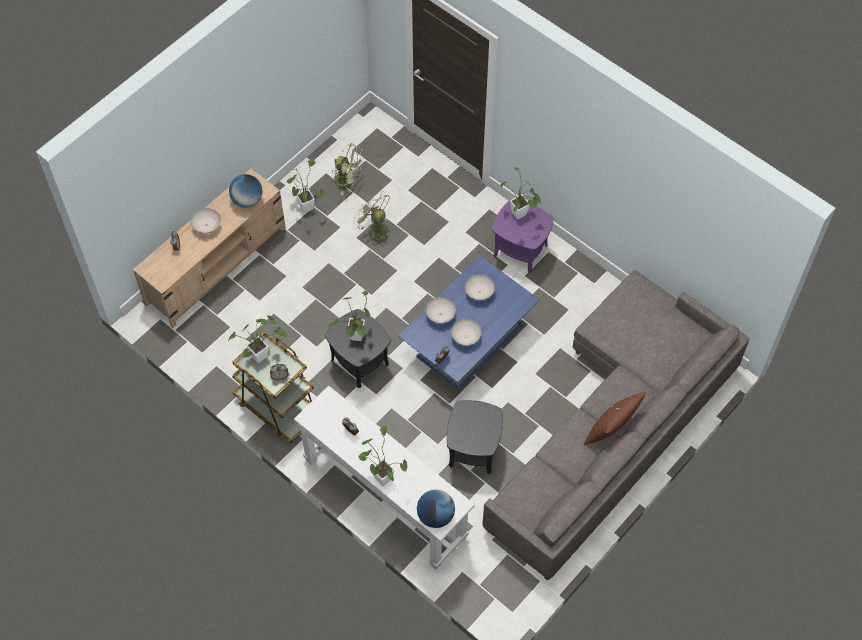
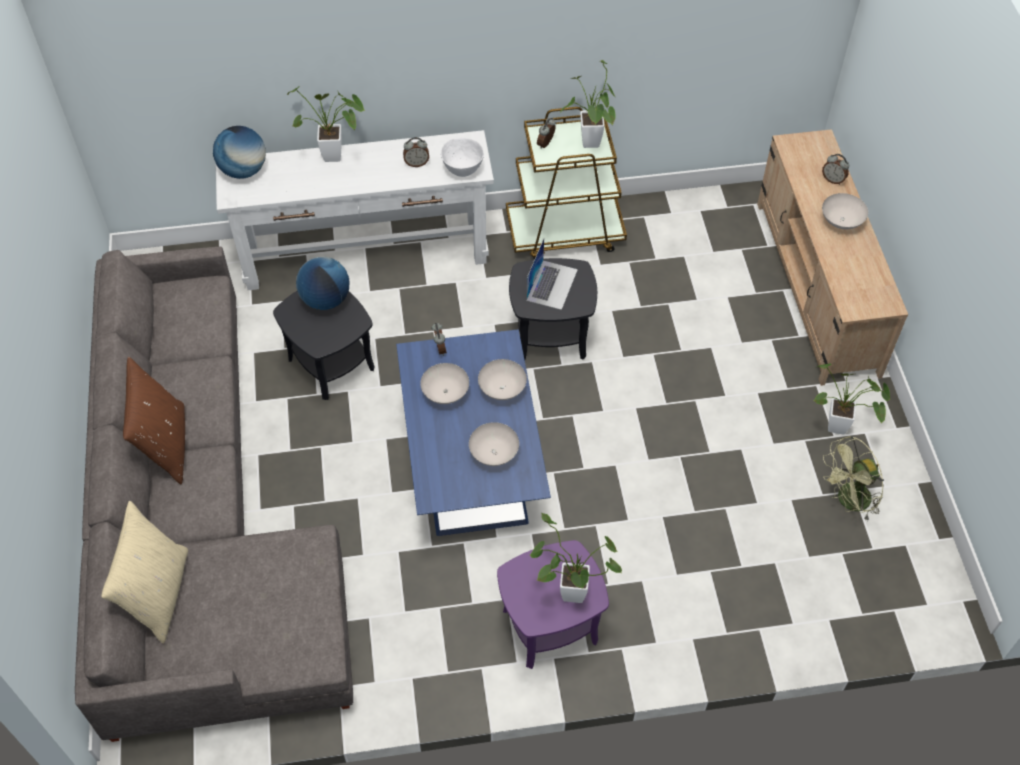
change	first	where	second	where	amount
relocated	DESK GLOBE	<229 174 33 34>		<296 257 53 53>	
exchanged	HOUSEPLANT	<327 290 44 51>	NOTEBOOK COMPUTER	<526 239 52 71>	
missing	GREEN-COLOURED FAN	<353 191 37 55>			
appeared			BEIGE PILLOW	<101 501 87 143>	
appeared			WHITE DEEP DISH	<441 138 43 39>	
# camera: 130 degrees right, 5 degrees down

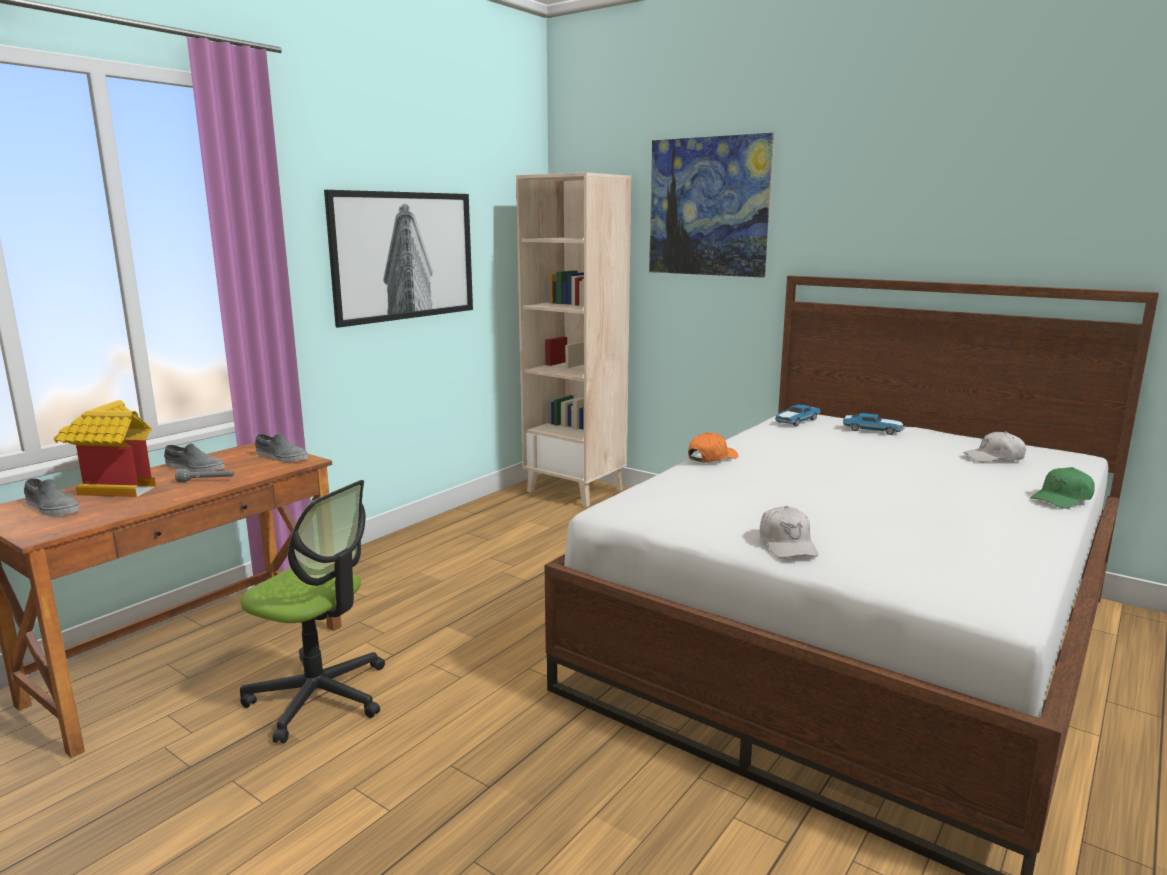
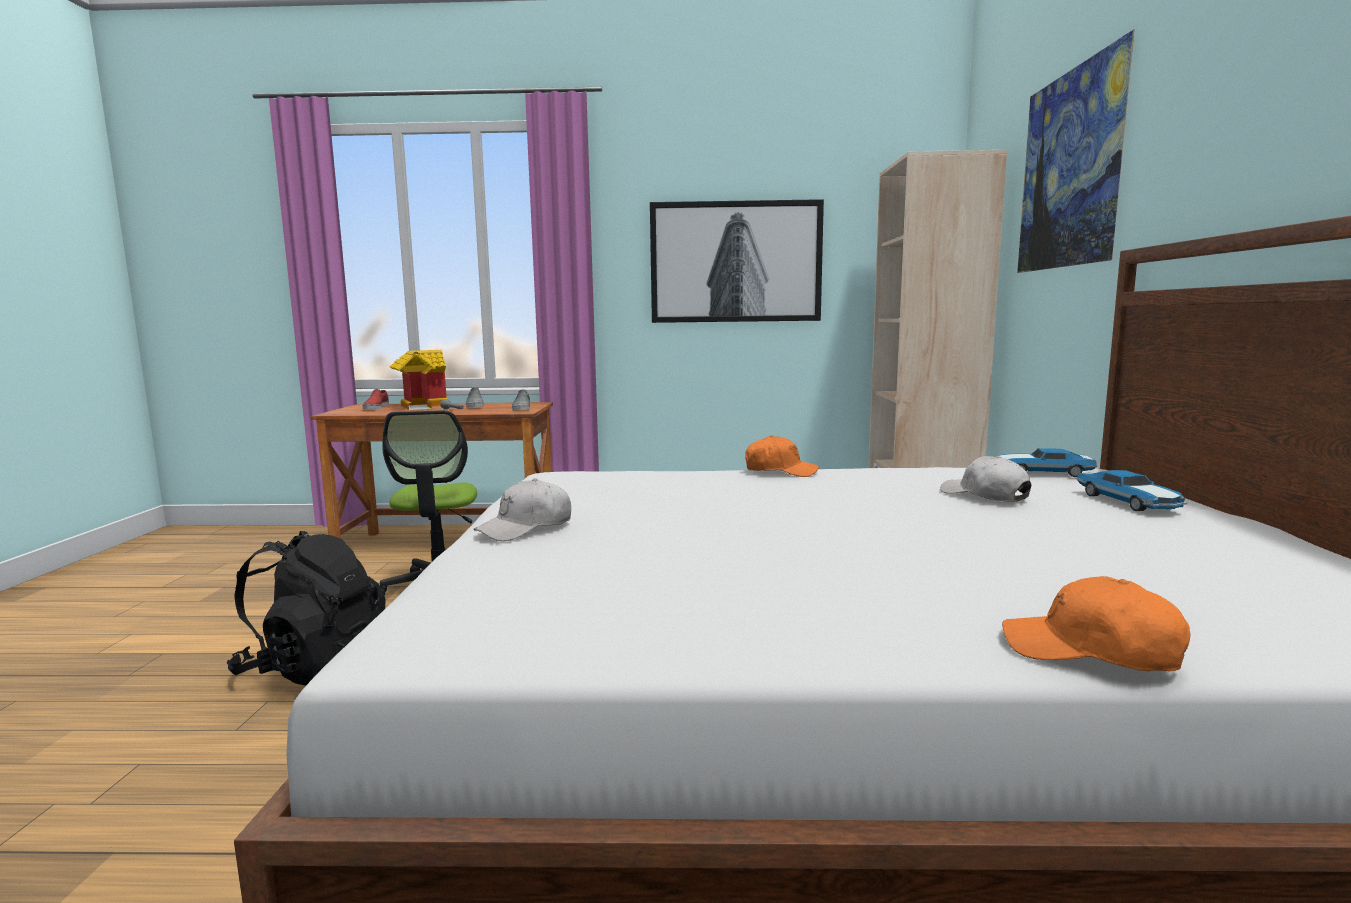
change	first	where	second	where	amount
colour	GREY LOW SHOE	<24 478 56 38>	RED-COLOURED LOW SHOE	<363 389 26 20>	
relocated	WHITE PEAKED CAP	<963 431 63 31>		<940 456 91 46>	
colour	GREEN-COLOURED PEAKED CAP	<1030 467 65 42>	ORANGEY PEAKED CAP	<1002 576 188 95>	
appeared			BLACK-COLOURED RUCKSACK	<227 531 159 155>	
# camera: 55 degrees right, 5 degrees down

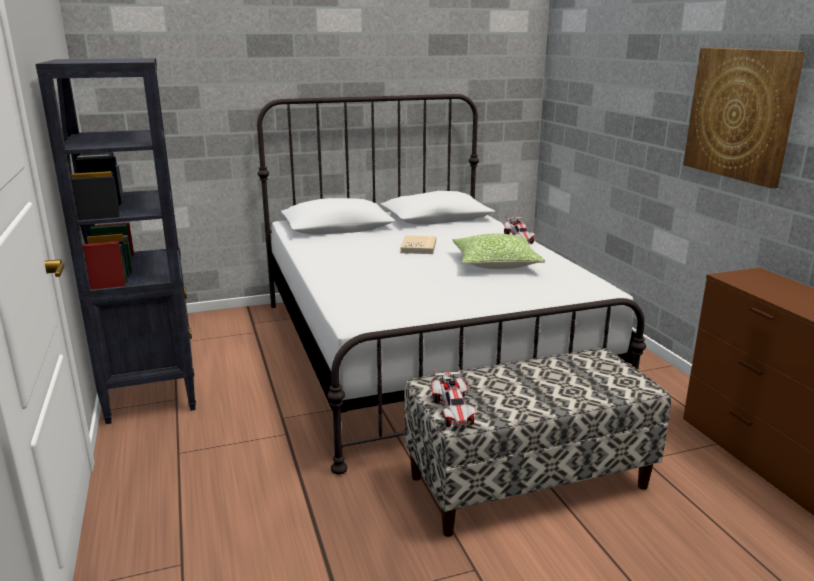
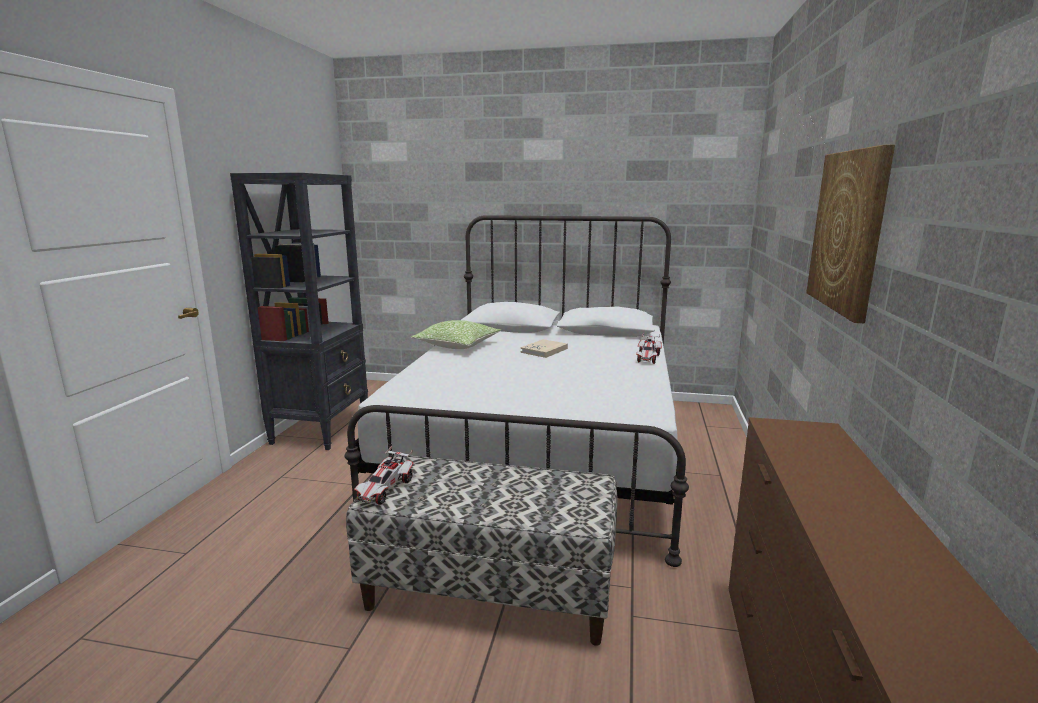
change	first	where	second	where	amount
relocated	PILLOW	<452 233 93 36>		<410 320 91 29>	
# camera: 30 degrees right, 5 degrees down

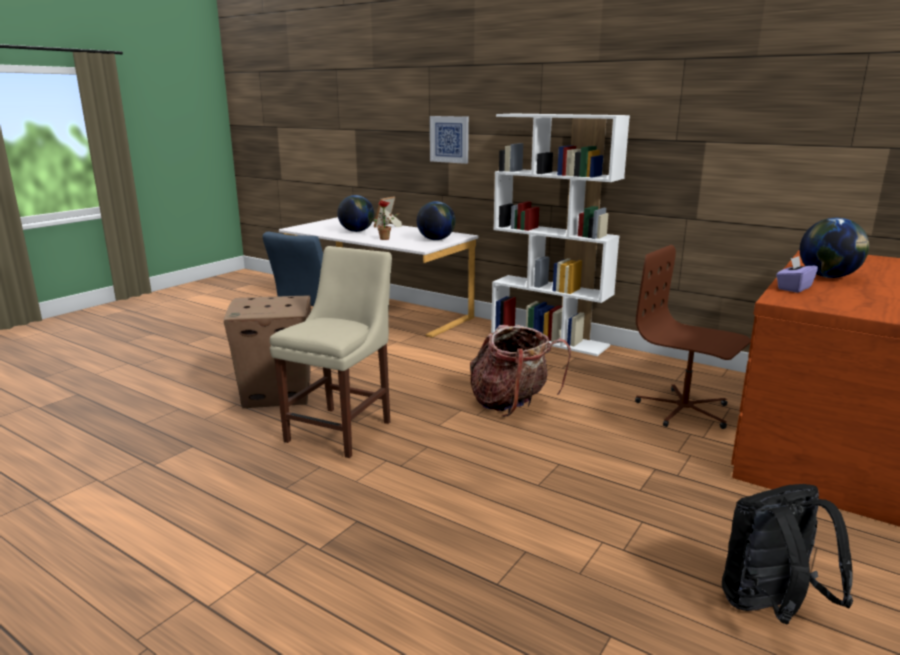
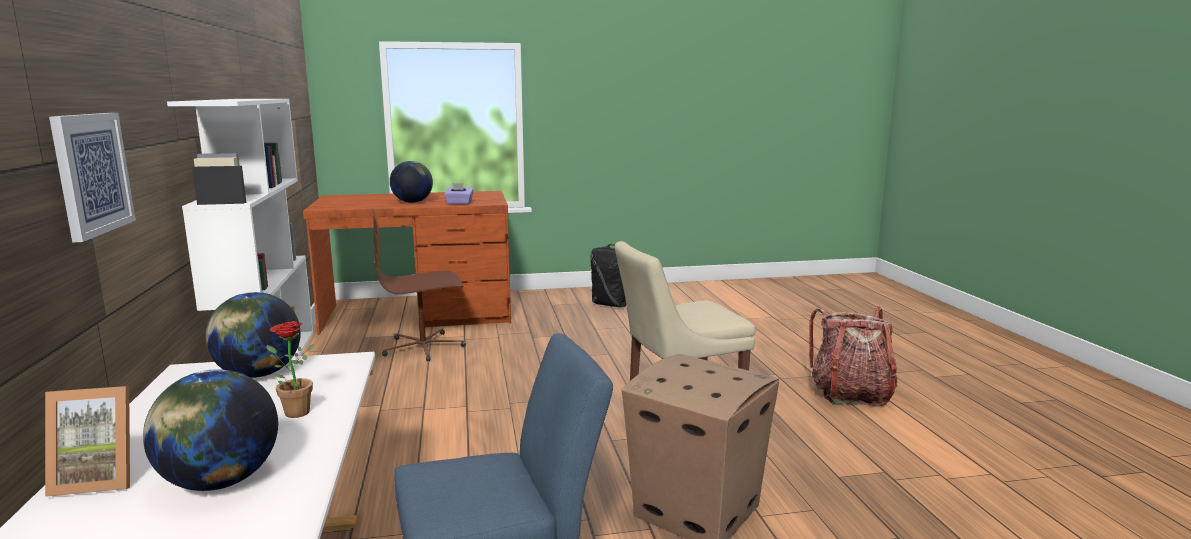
change	first	where	second	where	amount
relocated	RUCKSACK	<470 325 101 92>		<809 306 89 101>	
spun	BROWN-COLOURED OFFICE CHAIR	<635 245 116 184>		<372 209 94 152>	75 degrees clockwise
# camera: 135 degrees left, 5 degrees down

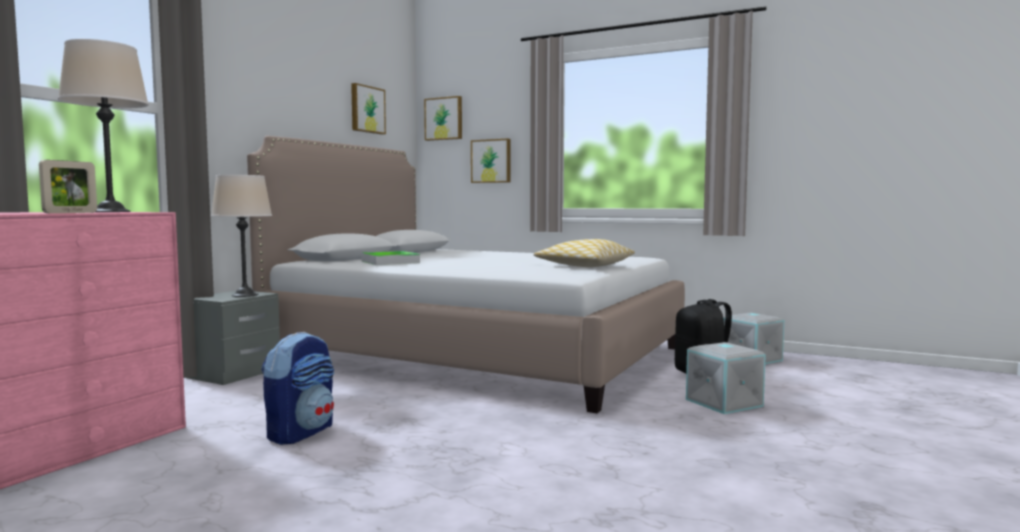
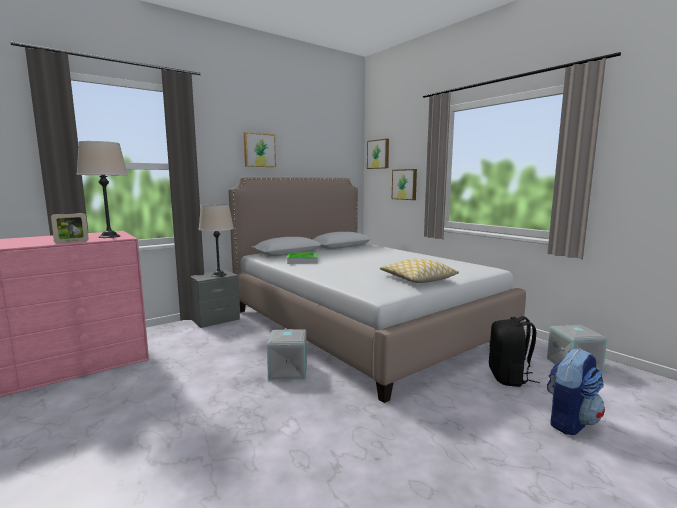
change	first	where	second	where	amount
relocated	RUCKSACK	<261 332 73 113>		<547 348 58 87>	
relocated	WALL ART	<351 83 35 51>		<244 132 32 35>	
relocated	GREY STORAGE BOX	<686 342 80 72>		<267 329 40 51>	
# camera: 25 degrees right, 5 degrees up

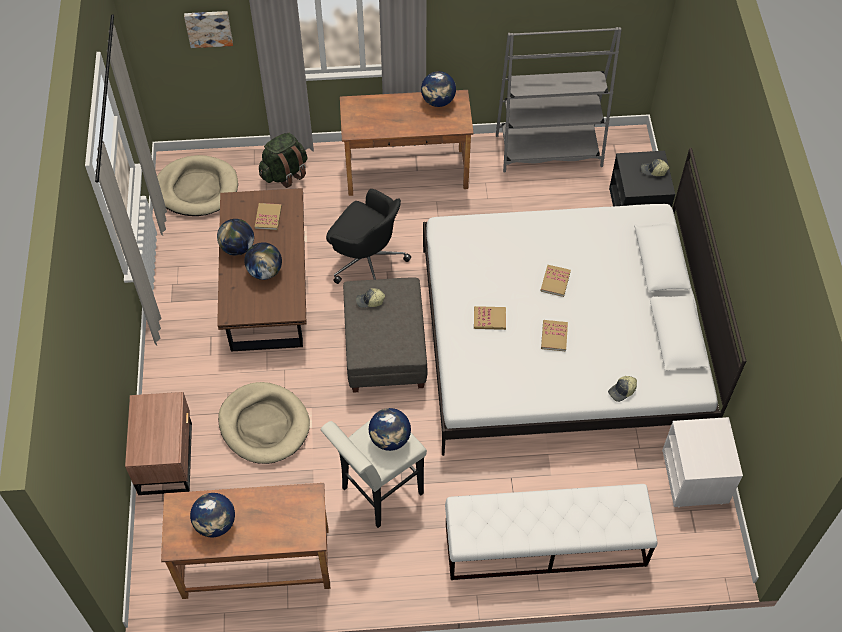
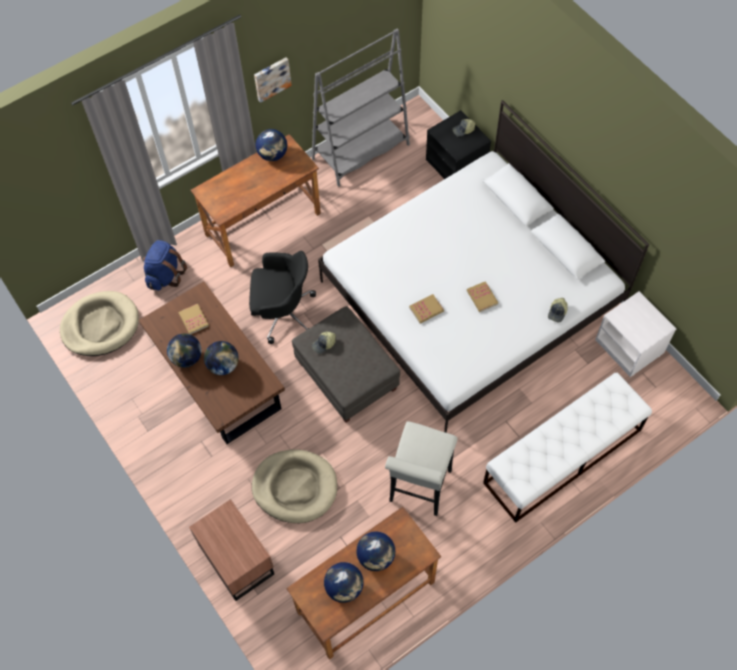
change	first	where	second	where	amount
relocated	WALL ART	<184 11 49 37>		<254 57 38 46>	
colour	GREEN-COLOURED RUCKSACK	<259 133 49 55>	BLUISH RUCKSACK	<143 240 44 50>	
relocated	DESK GLOBE	<369 408 42 43>		<356 531 39 40>	
missing	VOLUME	<541 265 30 32>			
# camera: 30 degrees left, 5 degrees up

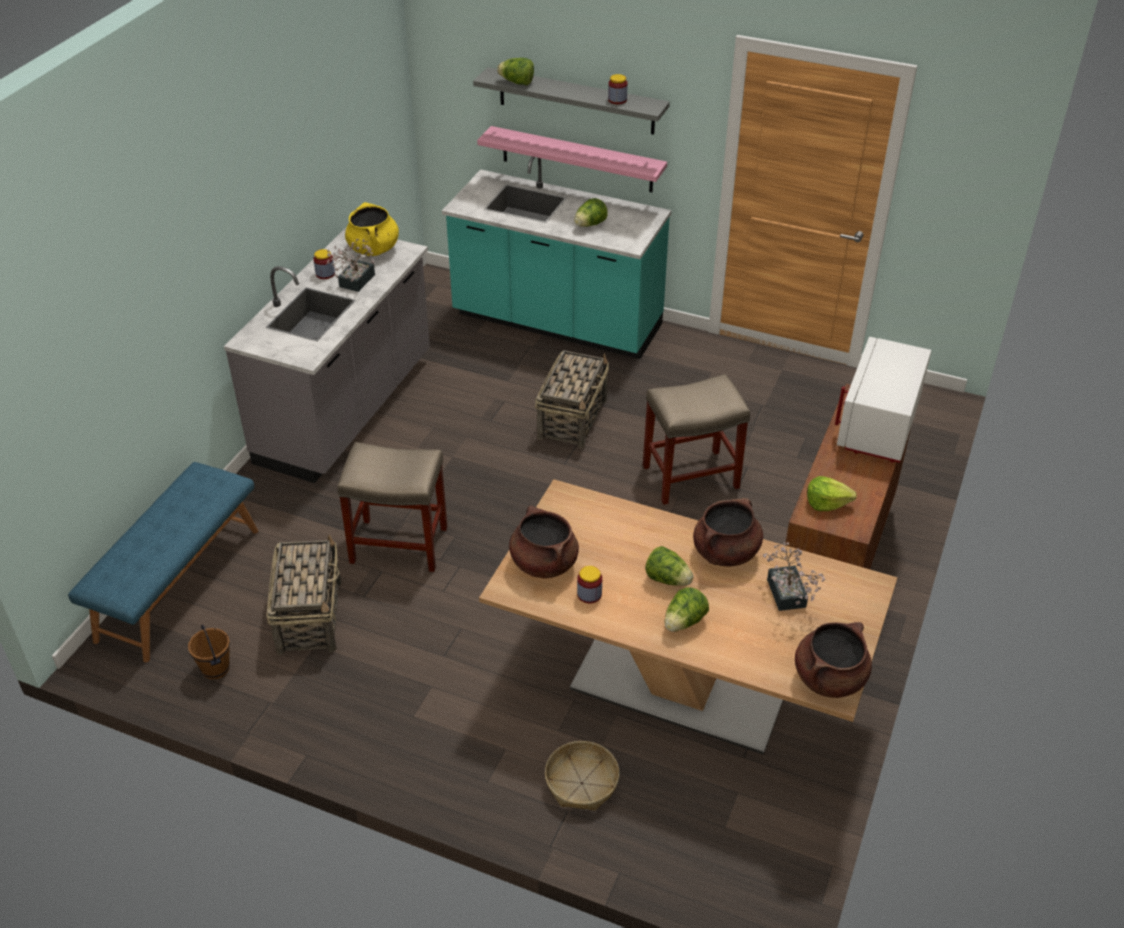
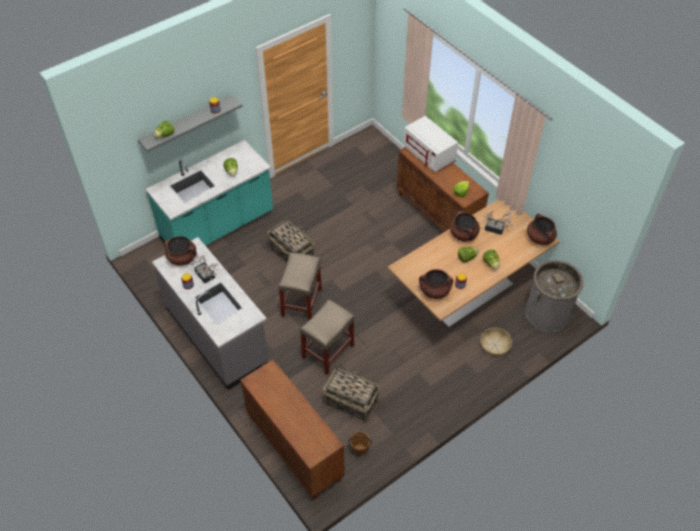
change	first	where	second	where	amount
exchanged	BLUISH BENCH	<68 462 190 200>	BROWN-COLOURED STORAGE CABINET	<240 359 104 141>	
colour	YELLOW-COLOURED SAUCEPOT	<345 202 54 54>	BROWN-COLOURED SAUCEPOT	<164 236 33 30>	
missing	PINKISH WALL SHELF	<477 126 190 66>			
relocated	BEIGE STOOL	<643 374 107 131>		<278 252 44 68>	
appeared			GREY TRASH CAN	<525 260 59 73>	
# camera: 60 degrees left, 10 degrees up

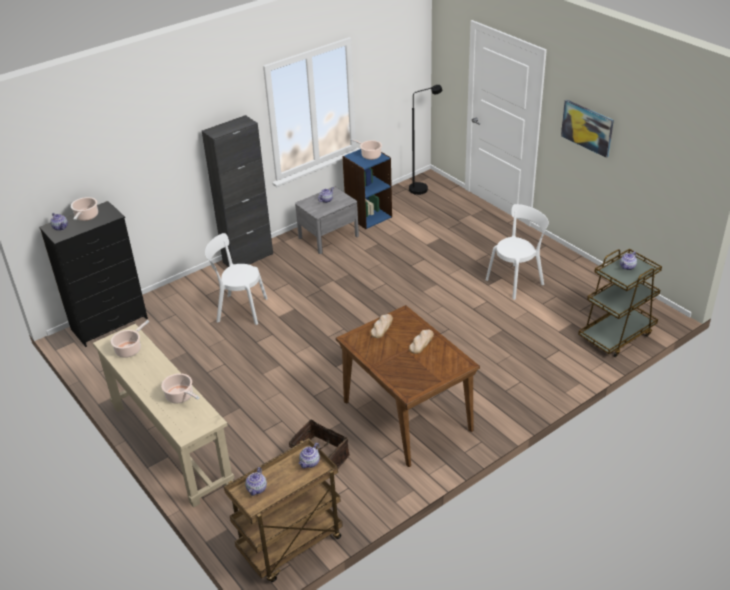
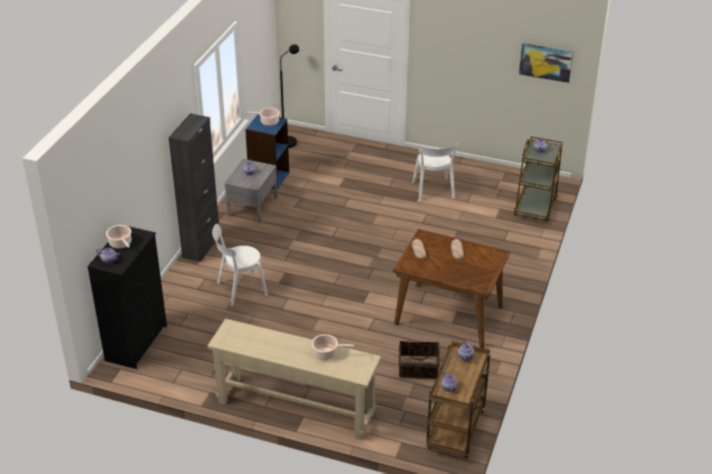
change	first	where	second	where	amount
missing	SAUCEPOT	<111 320 38 38>			
spun	WHITE PLAIN CHAIR	<486 204 63 96>		<412 142 47 60>	150 degrees clockwise
relocated	WALL ART	<561 100 53 58>		<519 43 55 40>	
# camera: 35 degrees left, 0 degrees up

